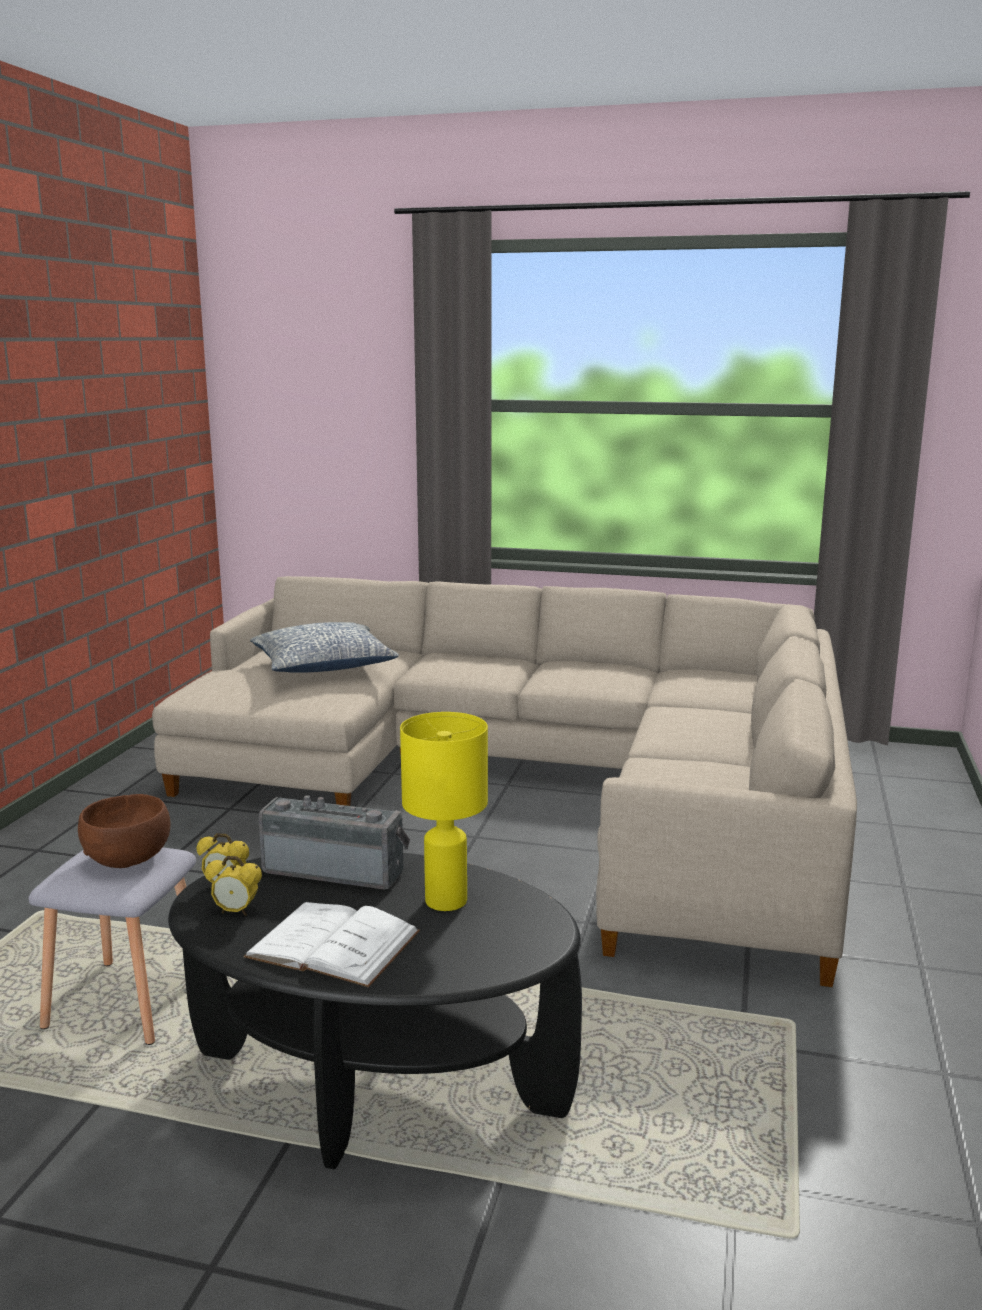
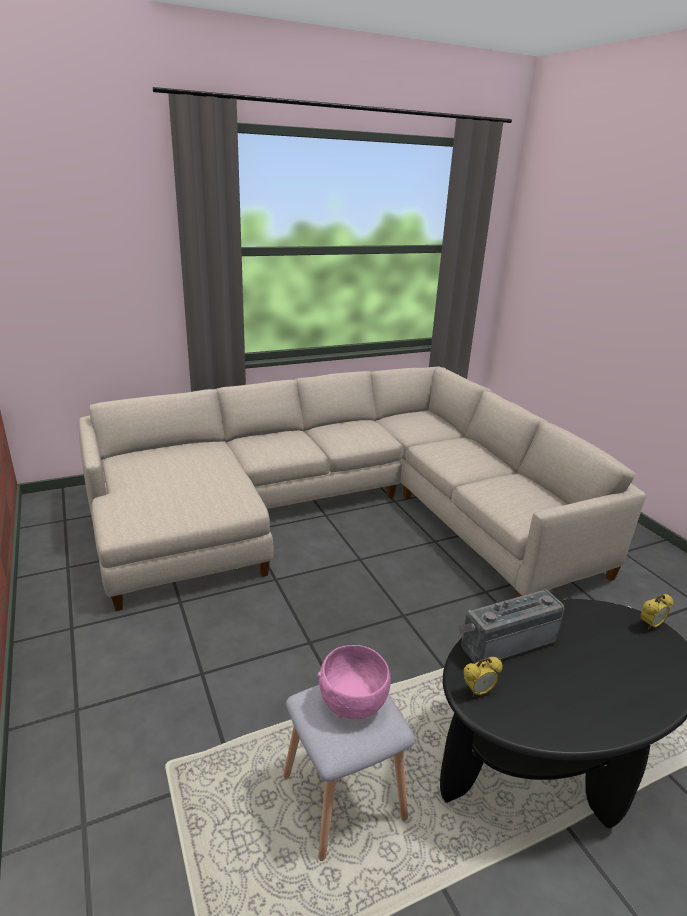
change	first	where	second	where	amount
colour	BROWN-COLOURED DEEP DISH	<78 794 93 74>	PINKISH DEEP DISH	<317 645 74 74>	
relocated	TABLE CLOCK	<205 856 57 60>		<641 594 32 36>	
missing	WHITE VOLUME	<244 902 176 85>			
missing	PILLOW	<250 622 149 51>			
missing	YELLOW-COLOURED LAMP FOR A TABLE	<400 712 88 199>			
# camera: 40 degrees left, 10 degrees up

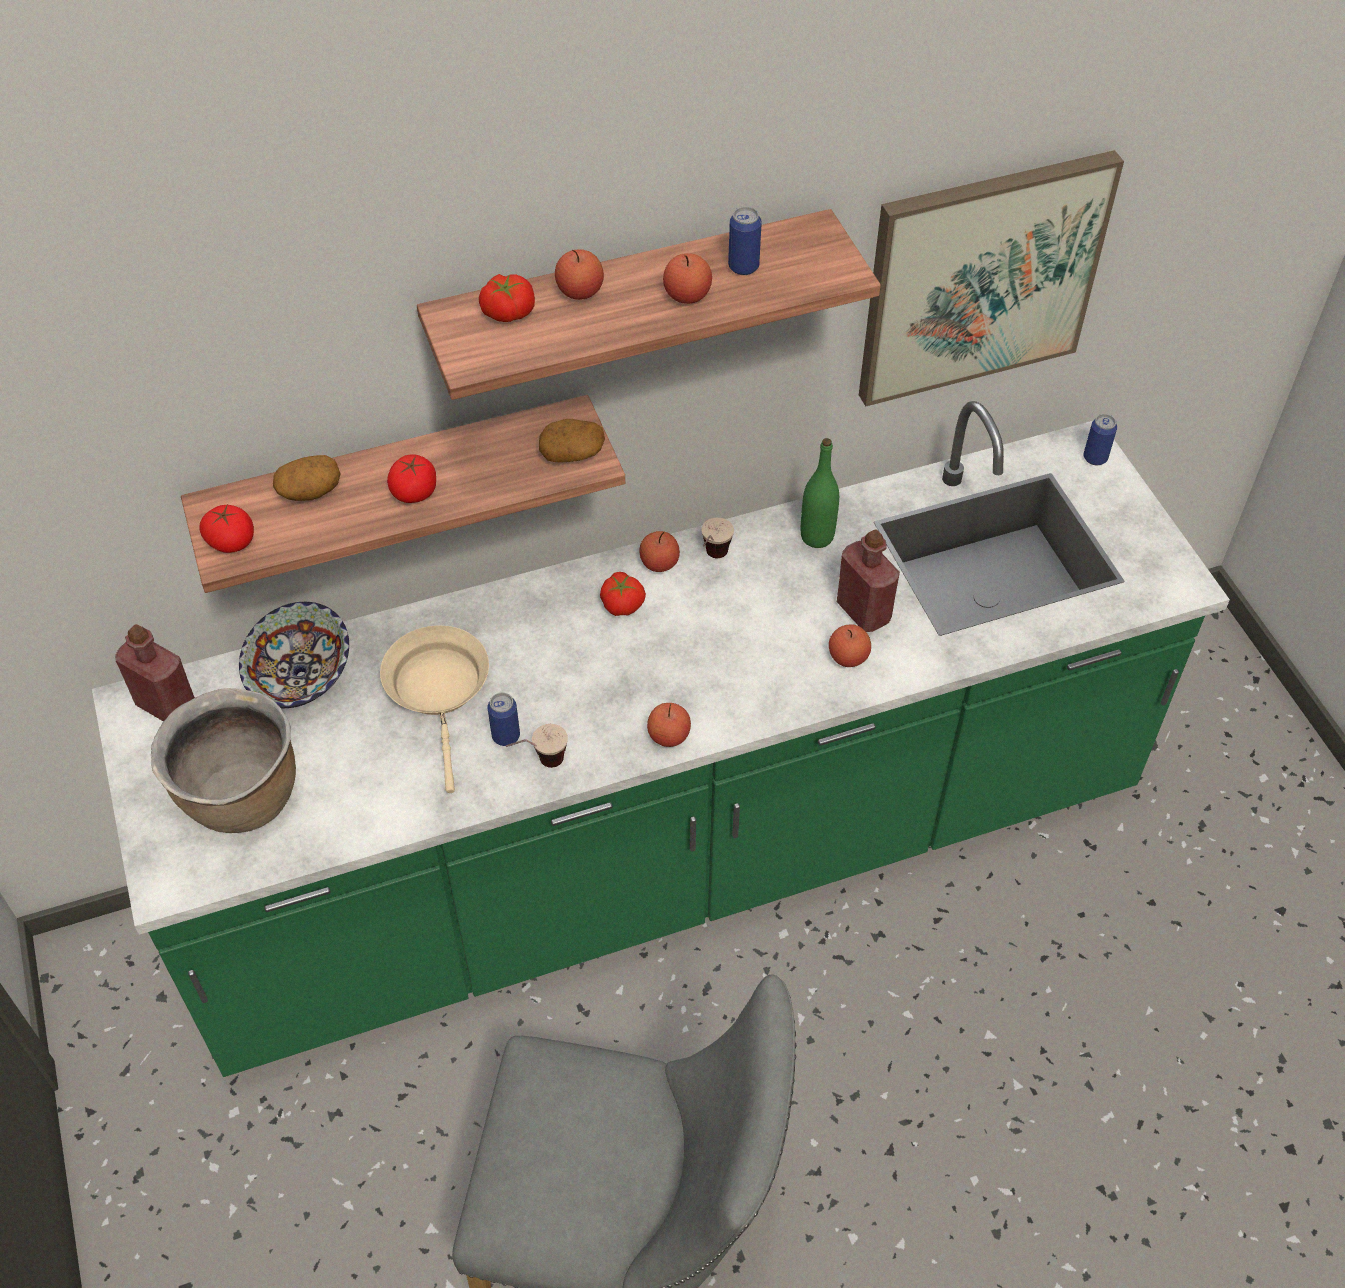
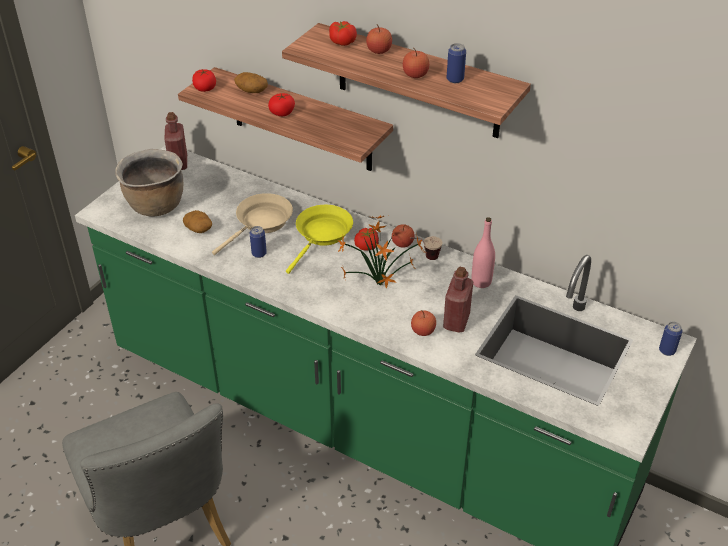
change	first	where	second	where	amount
missing	DEEP DISH	<239 602 110 106>			
missing	SMALL CUP	<506 724 62 44>			
relocated	WHOLE POTATO	<539 419 66 43>		<183 210 29 23>	
missing	APPLE FRUIT	<647 703 44 44>			
colour	GREEN-COLOURED BEVERAGE BOTTLE	<801 438 38 110>	PINKISH BEVERAGE BOTTLE	<472 217 23 71>	
missing	WALL ART	<859 150 265 256>			
appeared			YELLOW-COLOURED SKILLET	<286 205 67 69>	
appeared			HOUSEPLANT	<338 215 88 74>	
# camera: 50 degrees right, 10 degrees down

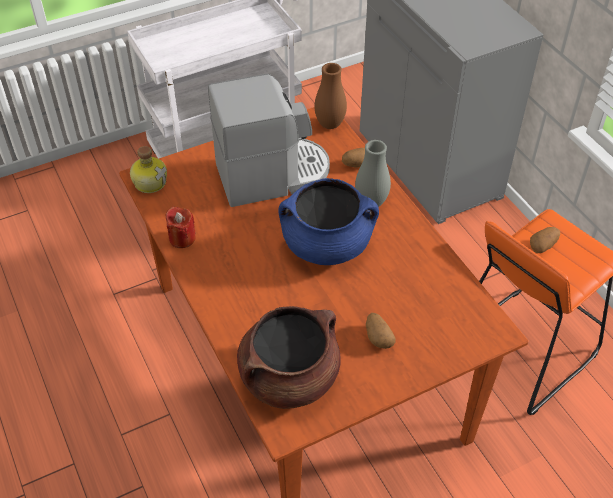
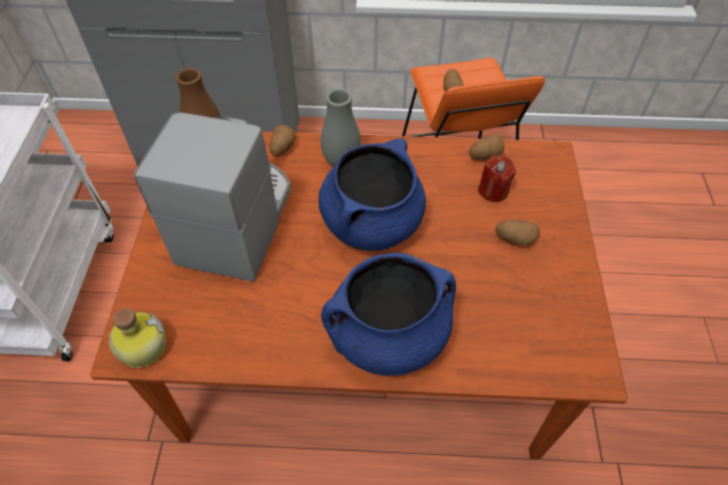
change	first	where	second	where	amount
relocated	RED-COLOURED CANDLE	<165 207 31 41>		<478 156 38 46>	
missing	BROWN-COLOURED SAUCEPOT	<237 306 104 103>			
appeared			BLUISH SAUCEPOT	<321 253 135 123>	
appeared			WHOLE POTATO	<469 135 35 25>	
# camera: 60 degrees left, 5 degrees up

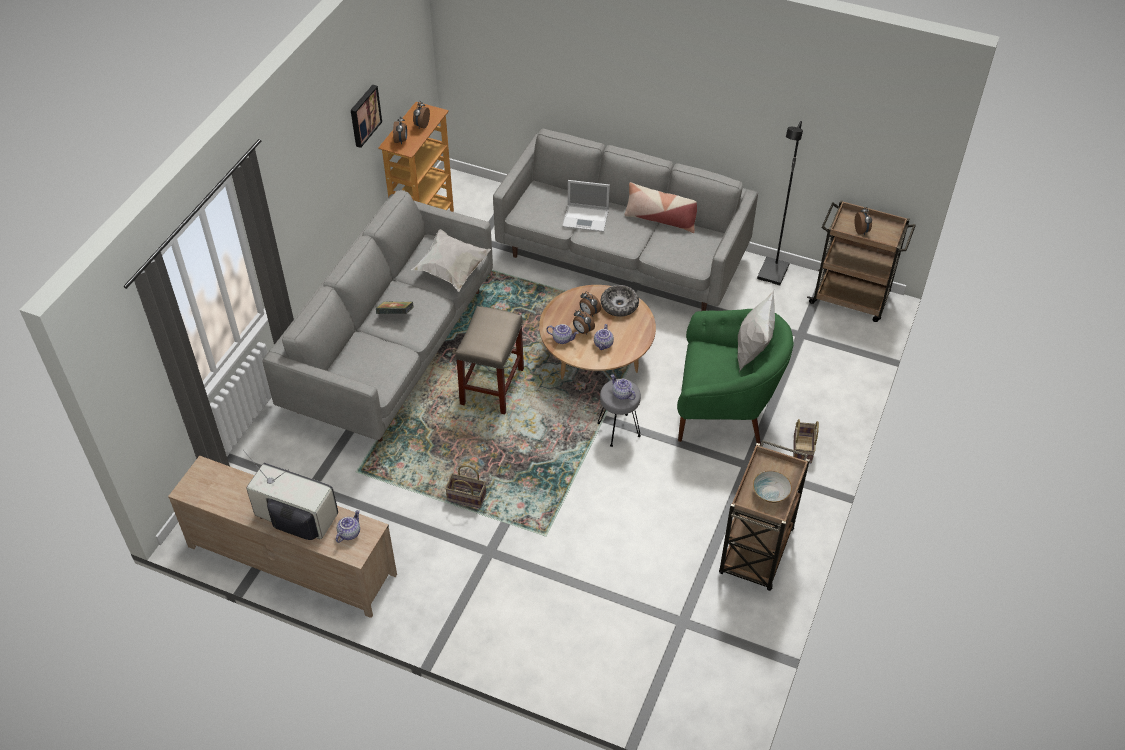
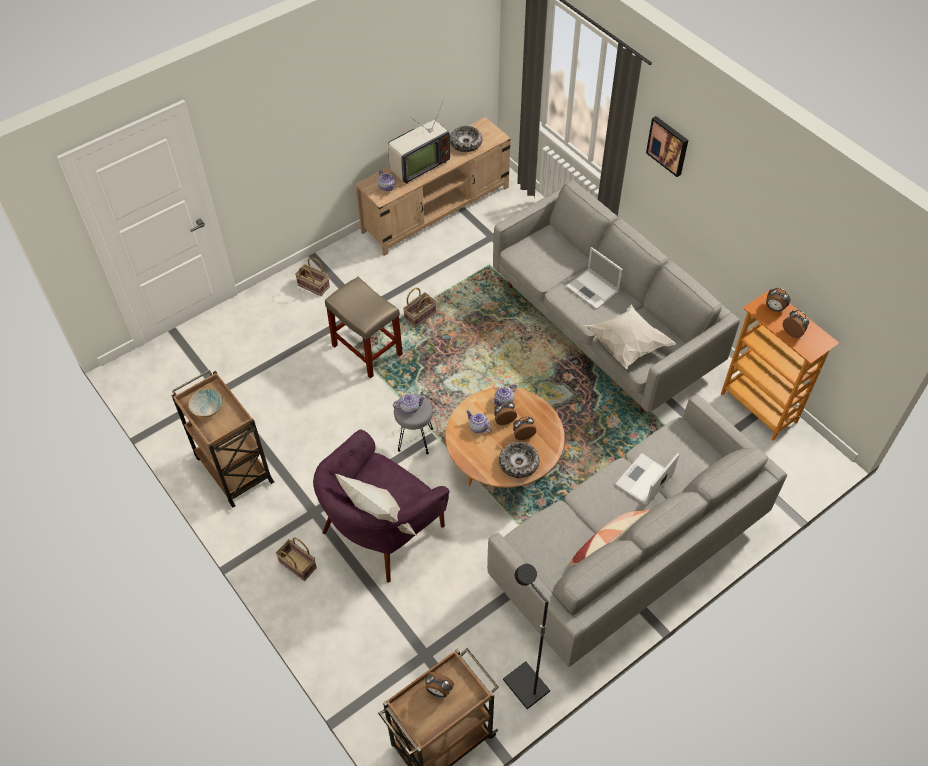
change	first	where	second	where	amount
relocated	WALL ART	<351 85 31 63>		<646 116 42 61>	
exchanged	VOLUME	<376 301 38 13>	NOTEBOOK COMPUTER	<566 247 57 62>	
relocated	BEIGE STOOL	<455 306 69 108>		<325 277 78 101>	
colour	GREEN-COLOURED LOUNGE CHAIR	<677 309 117 136>	PURPLISH LOUNGE CHAIR	<313 430 137 153>	
appeared			STORAGE BASKET	<295 257 35 39>	
appeared			DEEP DISH	<450 126 32 26>	
# camera: 120 degrees right, 5 degrees up

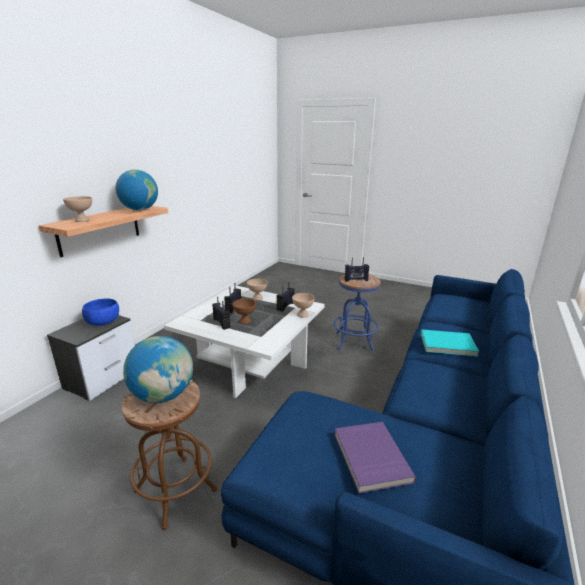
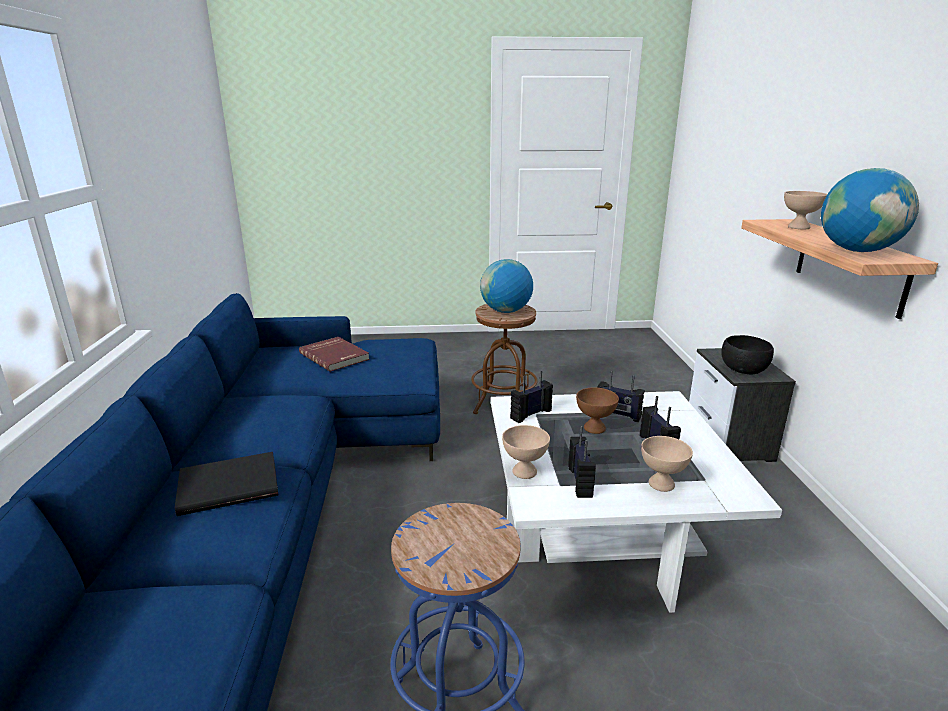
change	first	where	second	where	amount
colour	BLUISH DEEP DISH	<82 299 37 27>	BLACK-COLOURED DEEP DISH	<721 335 53 39>	
colour	PURPLISH VOLUME	<335 422 81 71>	RED-COLOURED VOLUME	<299 337 71 35>	
relocated	RADIO SET	<344 257 25 25>		<510 370 43 53>	
colour	BLUE-GREEN VOLUME	<421 329 58 28>	BLACK-COLOURED VOLUME	<175 452 103 64>	
# camera: 150 degrees right, 0 degrees up

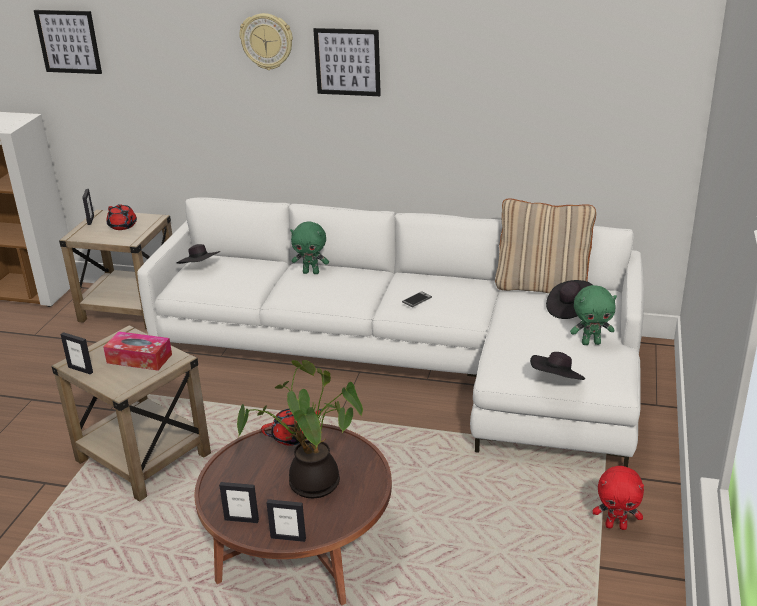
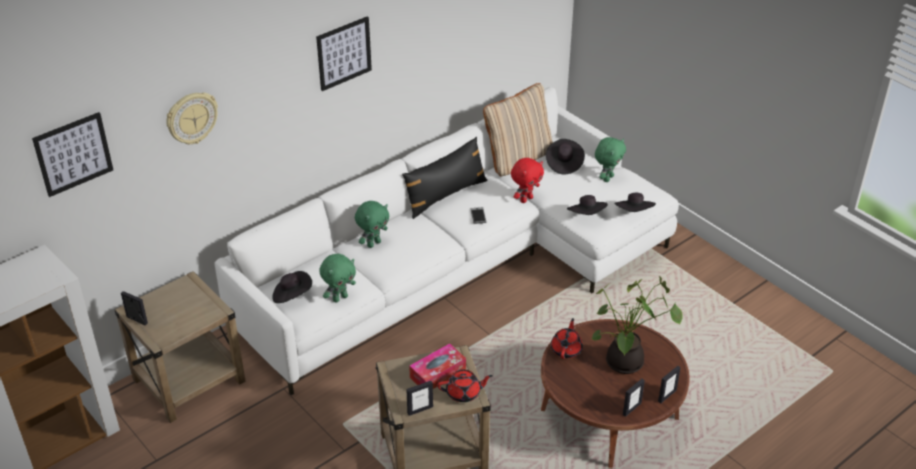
change	first	where	second	where	amount
relocated	RED-COLOURED TEAPOT	<106 204 31 26>		<438 370 55 32>	
relocated	HANGING CLOCK	<239 13 54 57>		<166 92 52 52>	
relocated	RED-COLOURED CUDDLY TOY	<593 466 51 64>		<511 158 33 45>	
appeared			GREEN-COLOURED CUDDLY TOY	<319 254 37 49>	
appeared			BLACK-COLOURED PILLOW	<402 137 85 82>	
appeared			BLACK-COLOURED WEARABLE HAT	<567 195 41 20>	
# camera: 55 degrees left, 10 degrees up

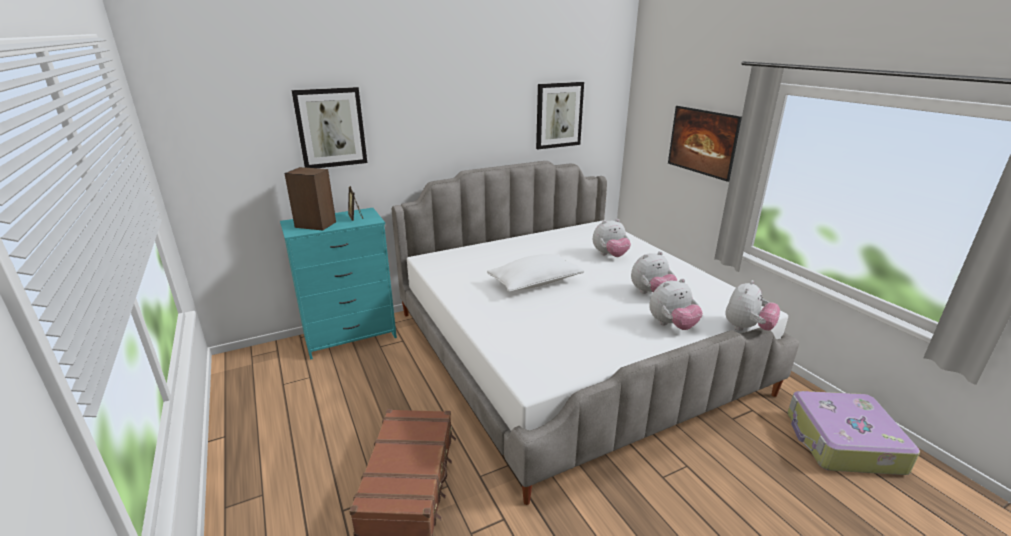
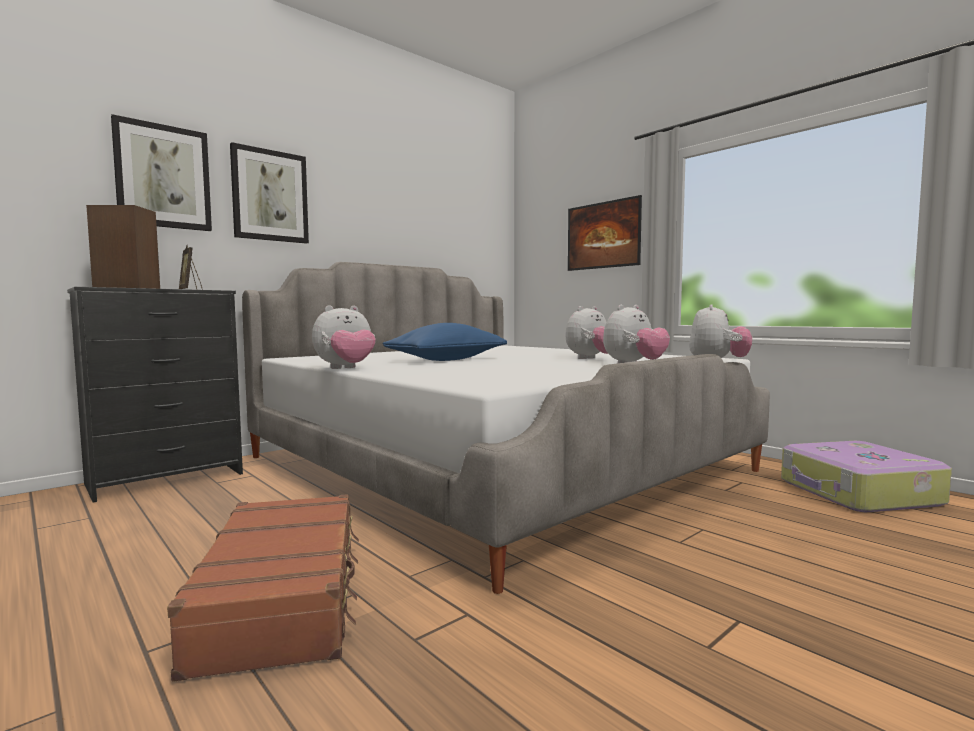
change	first	where	second	where	amount
colour	BLUE-GREEN CHEST OF DRAWERS	<280 208 117 152>	BLACK-COLOURED CHEST OF DRAWERS	<67 287 176 215>	
colour	WHITE PILLOW	<487 254 97 38>	BLUISH PILLOW	<383 323 124 38>	
relocated	WALL ART	<536 82 48 67>		<230 142 79 102>	
relocated	CUDDLY TOY	<593 219 38 38>		<312 305 64 64>	
# camera: 15 degrees left, 20 degrees down

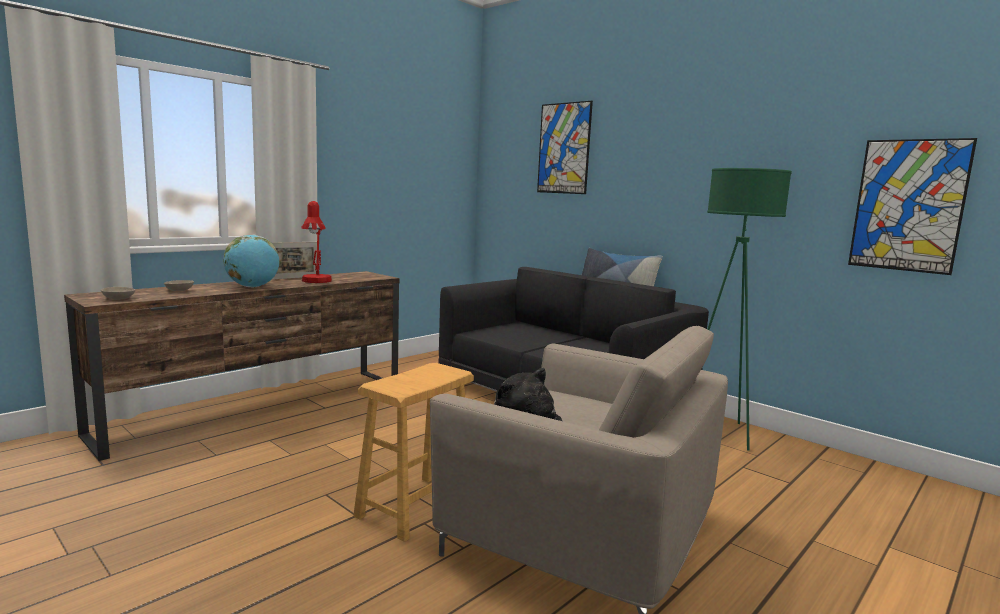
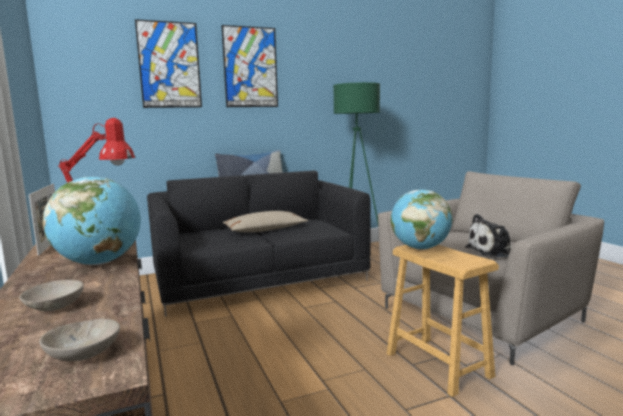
change	first	where	second	where	amount
relocated	WALL ART	<848 138 129 137>		<221 25 57 82>	
appeared			BEIGE PILLOW	<223 211 85 21>	
appeared			DESK GLOBE	<391 190 62 60>	
# camera: 65 degrees left, 0 degrees up

